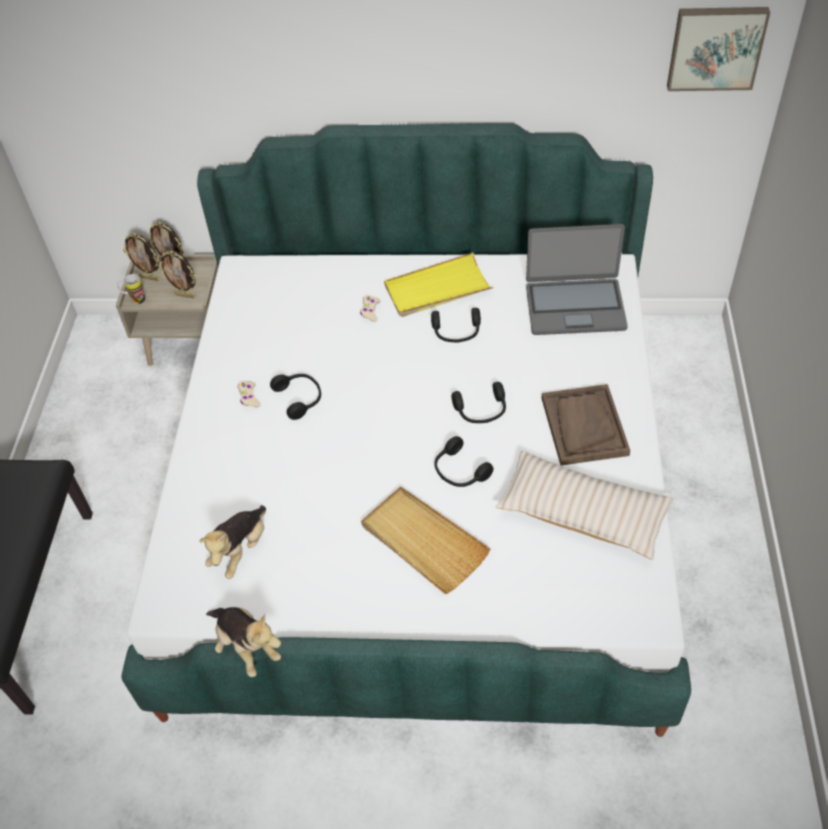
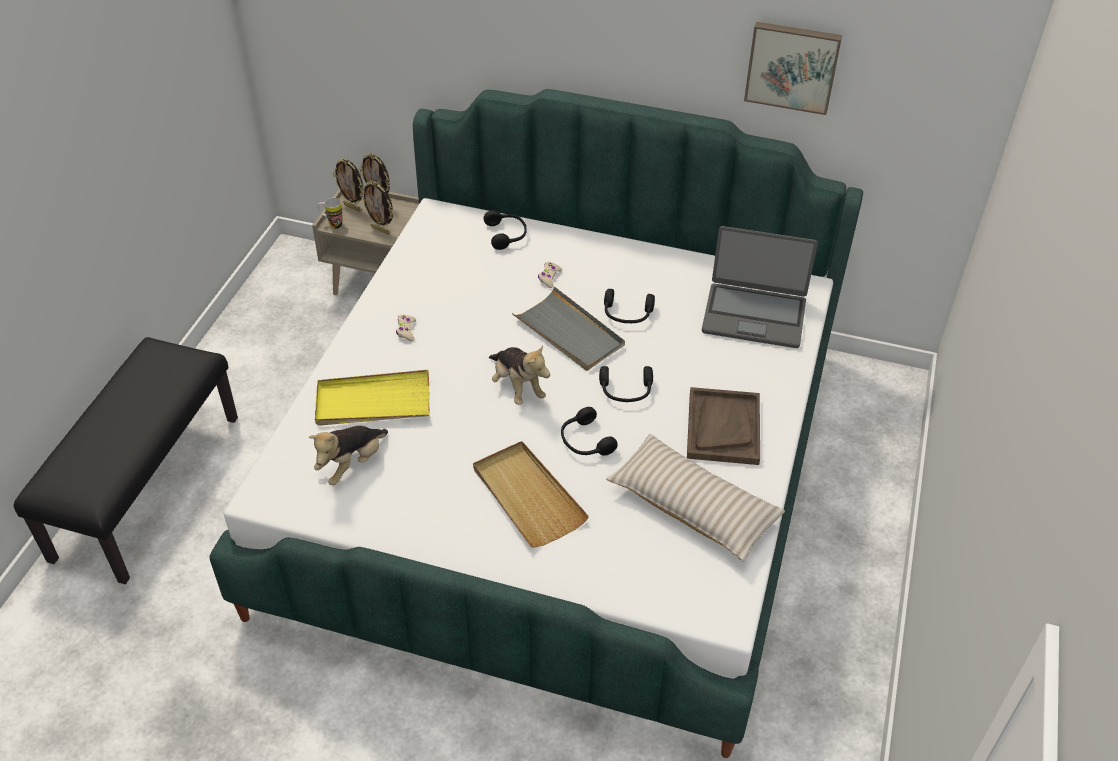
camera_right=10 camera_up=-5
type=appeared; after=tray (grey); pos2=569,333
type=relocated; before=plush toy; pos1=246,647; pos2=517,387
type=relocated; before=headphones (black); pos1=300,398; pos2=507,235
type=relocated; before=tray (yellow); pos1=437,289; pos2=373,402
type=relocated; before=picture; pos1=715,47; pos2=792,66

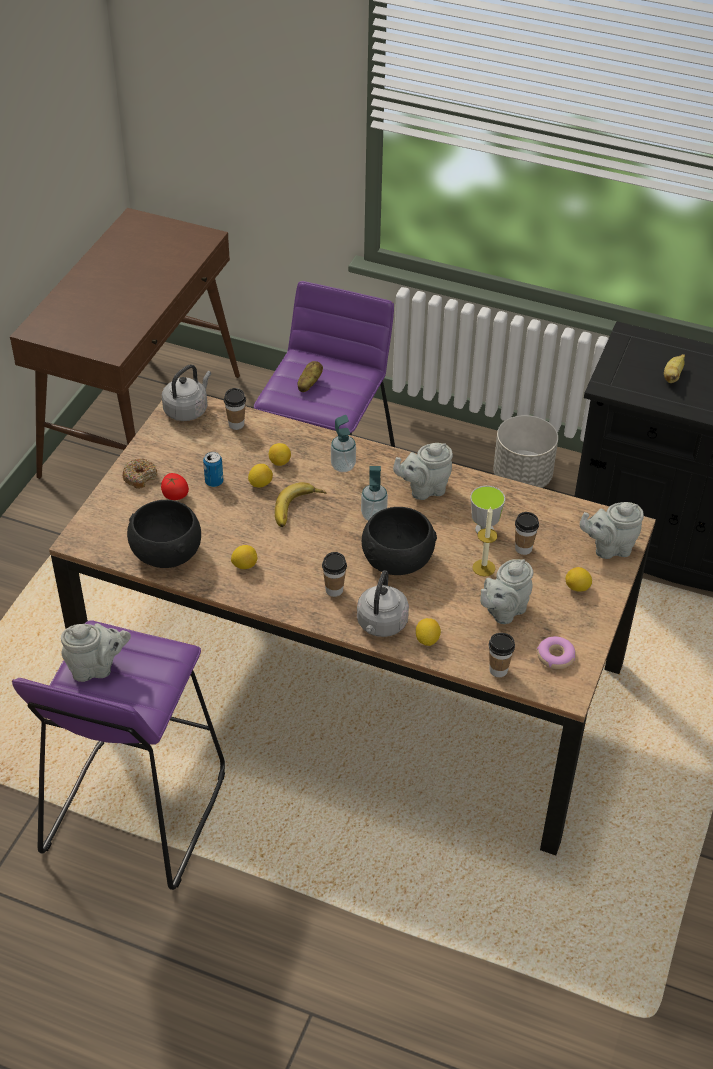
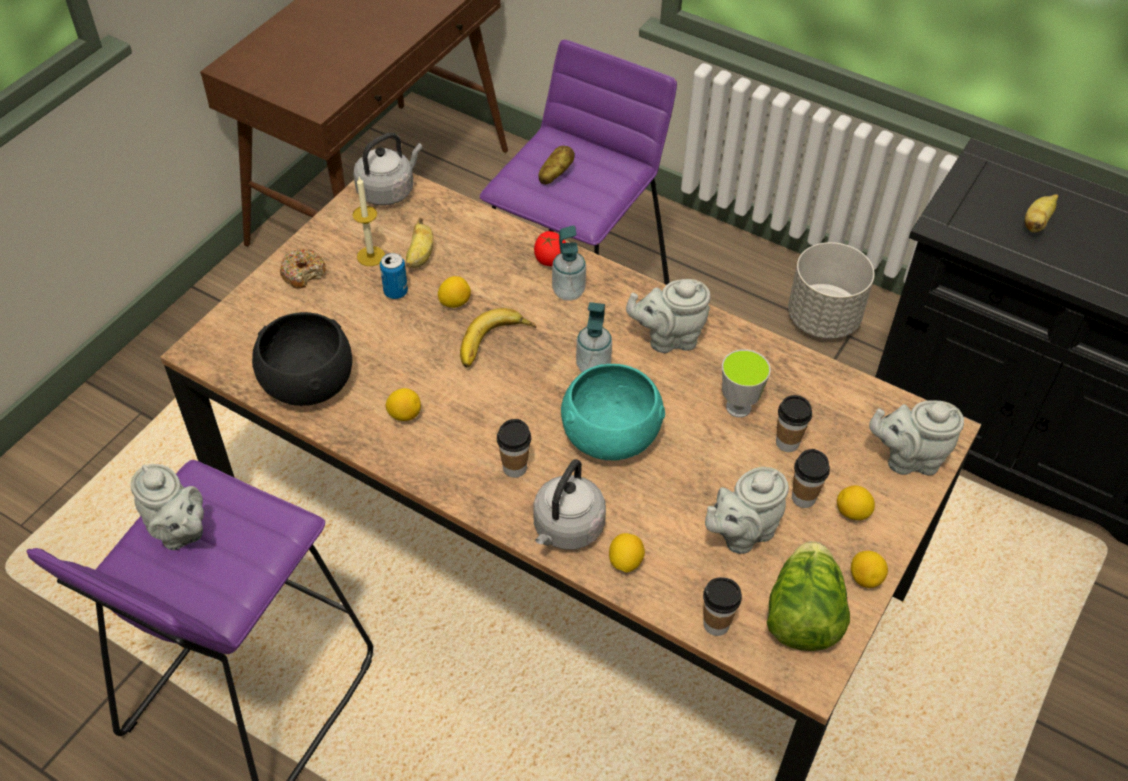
camera_right=10 camera_up=5
type=appeared; after=banana; pos2=420,256
type=relocated; before=tomato; pos1=175,495; pos2=550,260
type=relocated; before=cup; pos1=236,424; pos2=803,498
type=relocated; before=lemon; pos1=279,462; pos2=865,578
type=relocated; before=candle; pos1=483,568; pos2=371,256
type=exchanged; before=donut; after=lettuce; pos1=555,656; pos2=802,615
type=colour; before=bowl (black); after=bowl (turquoise); pos1=398,560; pos2=611,436
type=spun; before=teapot (grey); pos1=96,668; pos2=179,532; turn=45

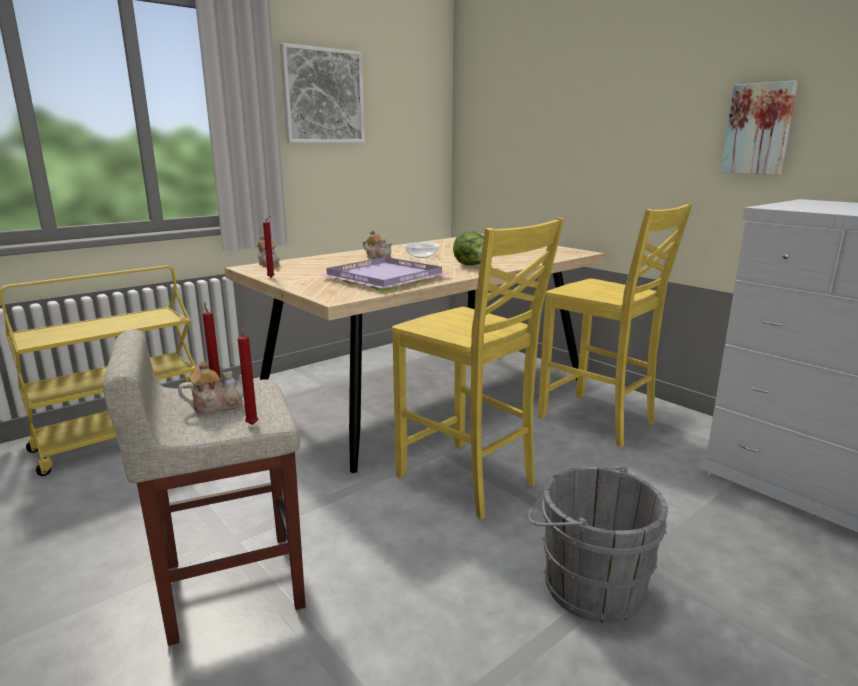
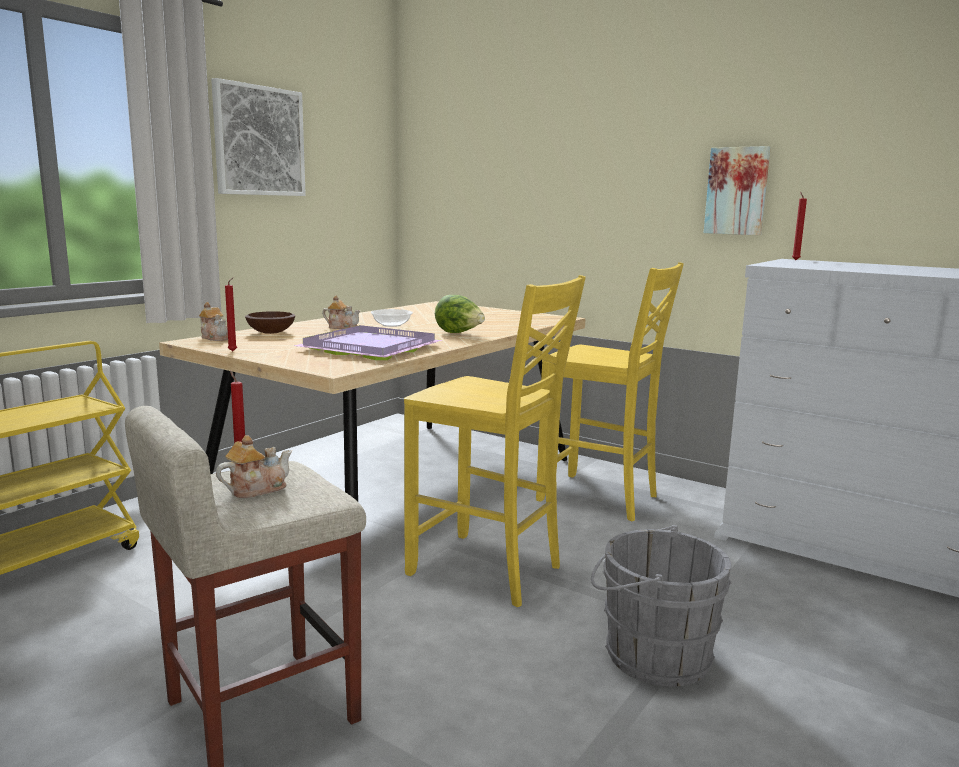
camera_right=-15 camera_up=-5
type=appeared; after=bowl (brown); pos2=271,332
type=relocated; before=candle (red); pos1=253,424; pos2=795,260

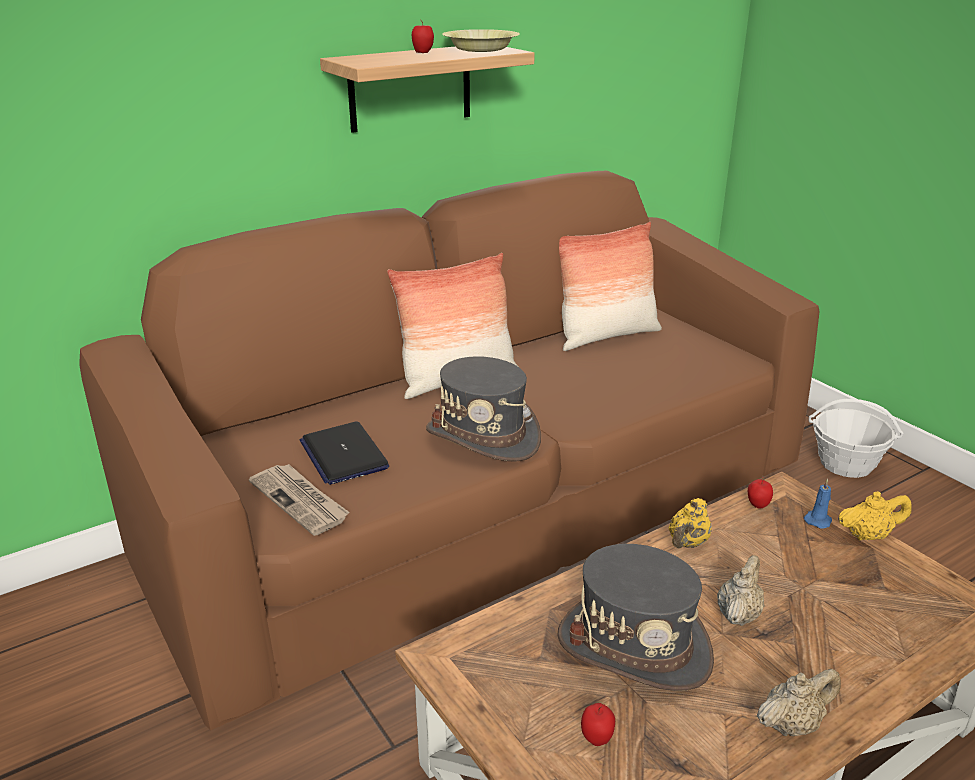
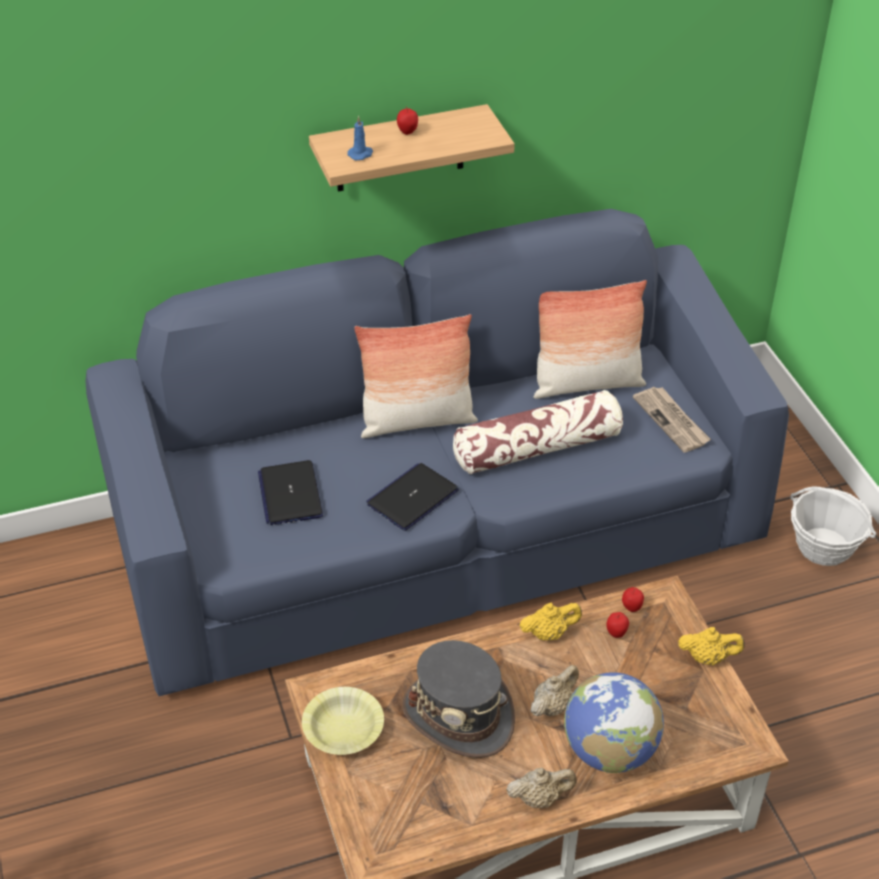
camera_right=15 camera_up=15
type=appeared; after=pillow; pos2=537,448
type=appeared; after=globe; pos2=609,750
type=relocated; before=newspaper; pos1=300,501; pos2=672,421
type=relocated; before=bowl (yellow); pos1=481,49; pos2=344,729
type=relocated; before=apple; pos1=596,738; pos2=616,633
type=relocated; before=candle (blue); pos1=818,520; pos2=361,154
type=exchanged; before=hat (grey); after=laptop; pos1=483,437; pos2=412,497
type=colour; before=sofa (brown); after=sofa (blue); pos1=486,512; pos2=438,535
type=spun; before=teapot (yellow); pos1=687,543; pos2=549,633; turn=-150

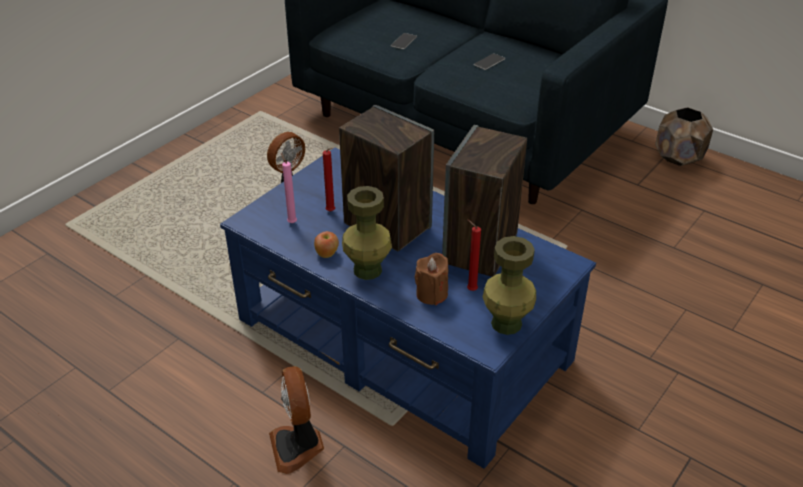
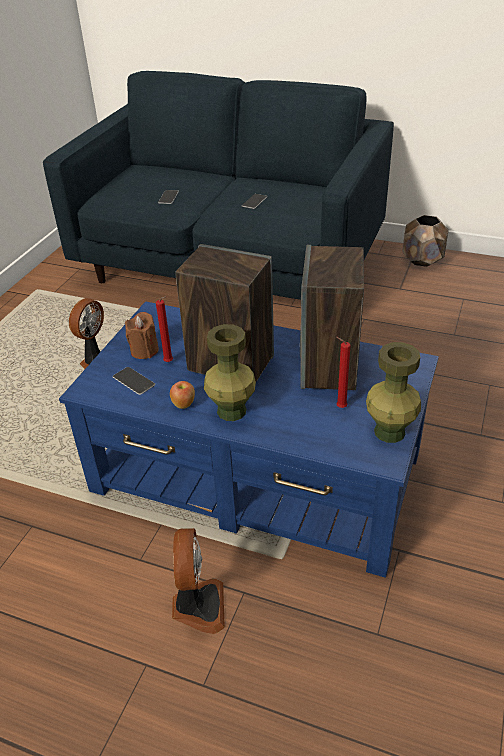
camera_right=-15 camera_up=0
type=relocated; before=candle (brown); pos1=432,294; pos2=144,350
type=exchanged; before=candle (pink); after=phone; pos1=291,222; pos2=133,381
type=spun; before=fan; pos1=298,446; pos2=198,606; turn=-150

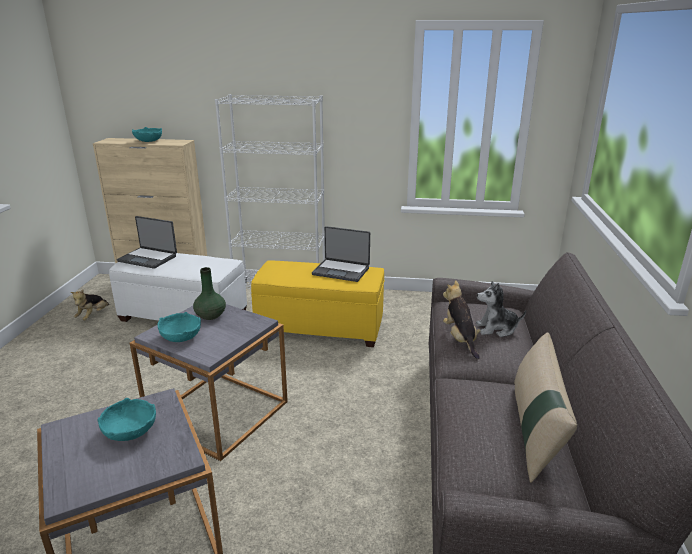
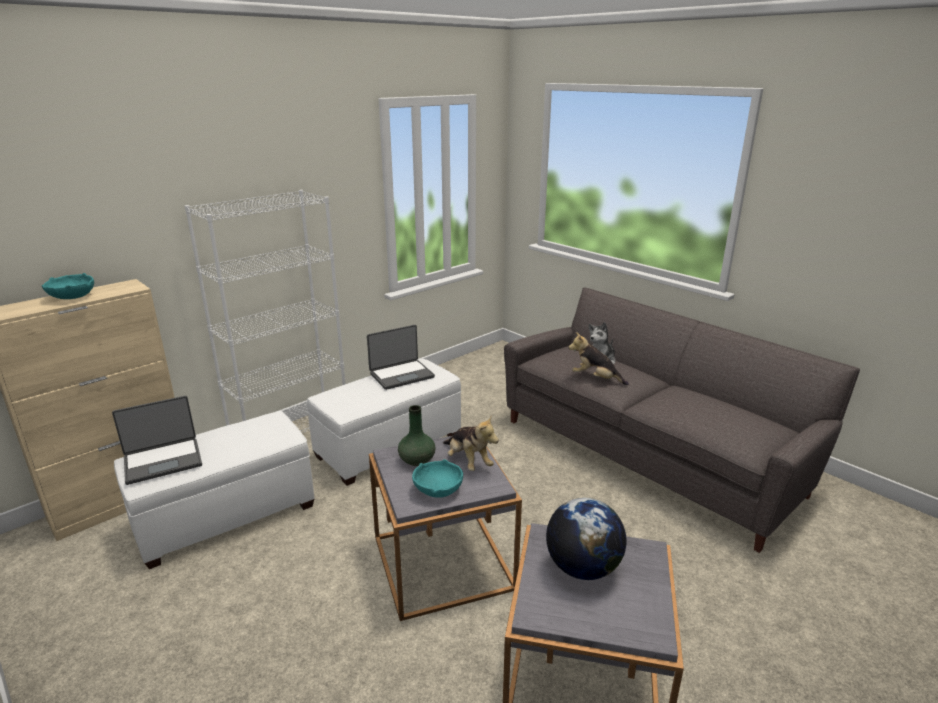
camera_right=-50 camera_up=0
type=missing; before=pillow (beige); pos1=535,430
type=relocated; before=plush toy; pos1=93,316; pos2=468,461
type=exchanged; before=bowl (turquoise); after=globe; pos1=131,431; pos2=582,568
type=colour; before=ottoman (yellow); after=ottoman (white); pos1=321,328; pos2=389,446

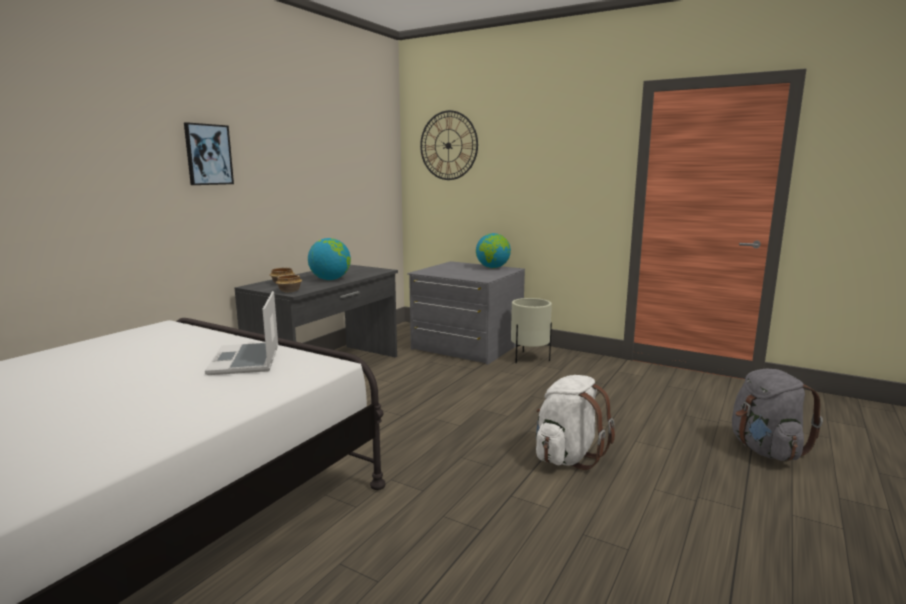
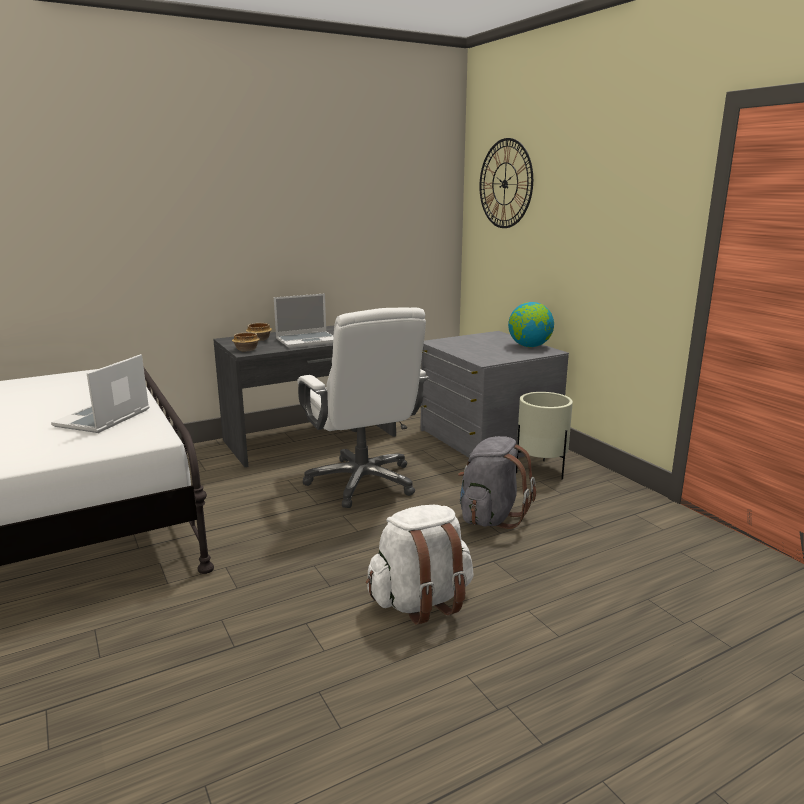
camera_right=30 camera_up=5
type=missing; before=picture; pos1=208,154
type=appeared; after=office chair (white); pos2=363,482
type=relocated; before=backpack (grey); pos1=765,450; pos2=490,517
type=exchanged; before=globe; after=laptop; pos1=330,279; pos2=308,341

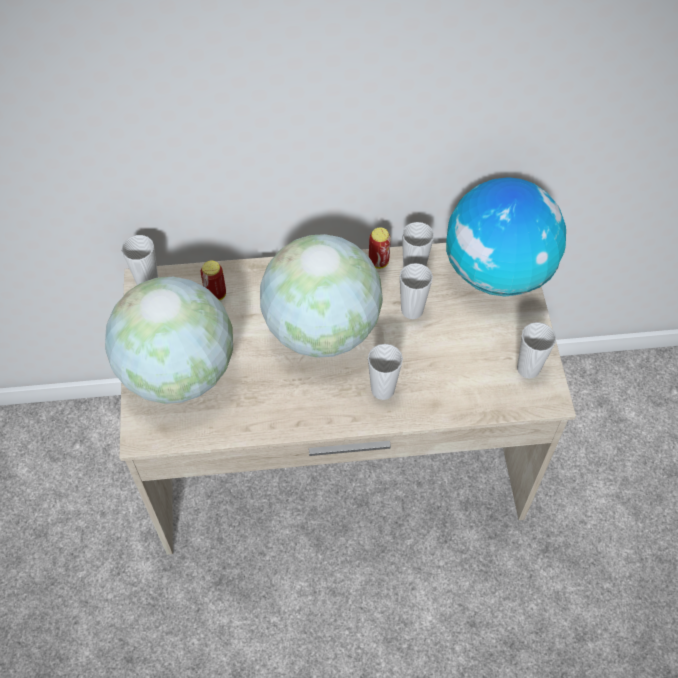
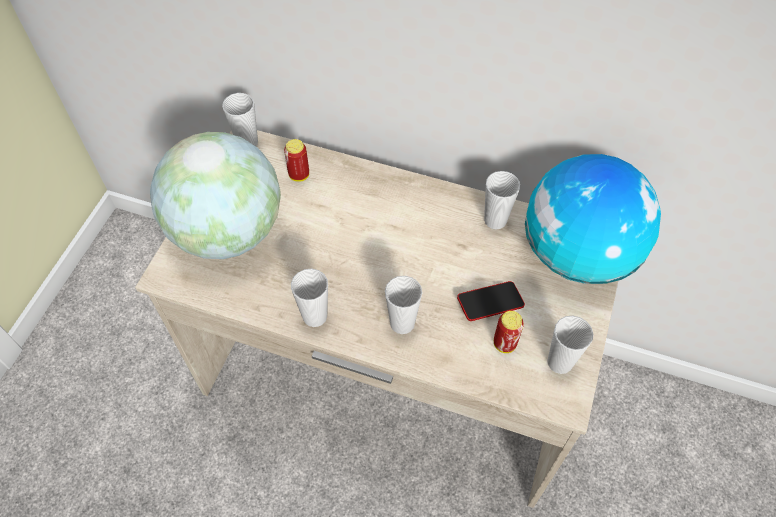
camera_right=25 camera_up=0
type=missing; before=globe; pos1=321,329
type=appeared; after=phone; pos2=490,303
type=relocated; before=can; pos1=378,262; pos2=504,343
type=relocated; before=cup; pos1=412,310; pos2=315,316

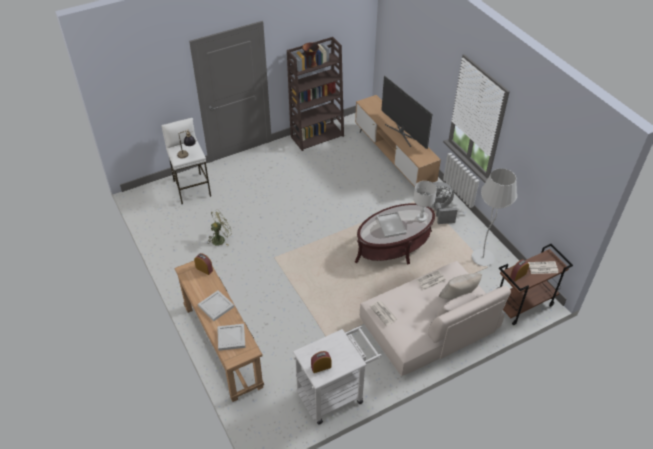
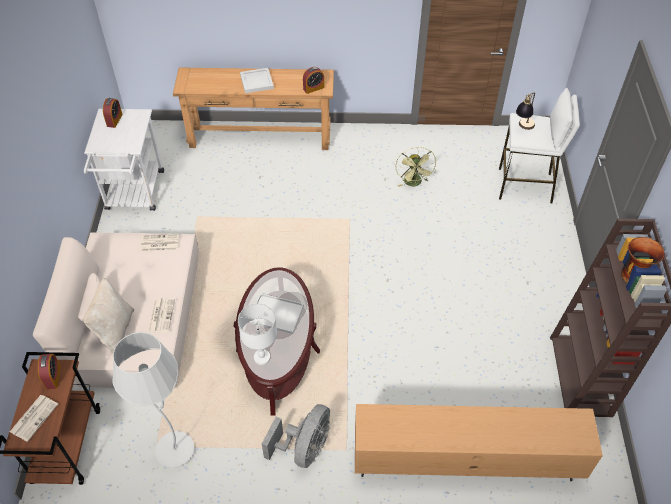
camera_right=120 camera_up=5
type=missing; before=tray (white); pos1=231,338
type=missing; before=television; pos1=403,133

